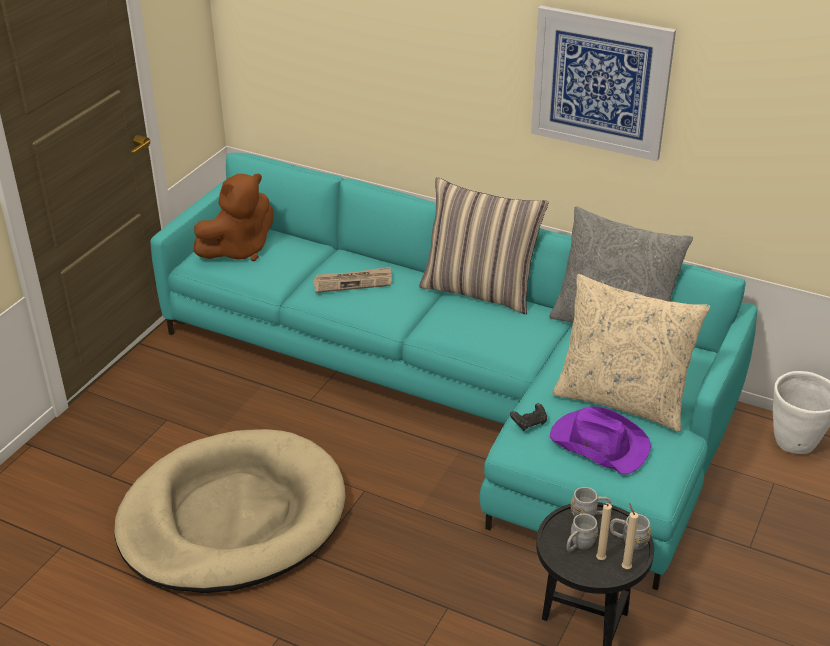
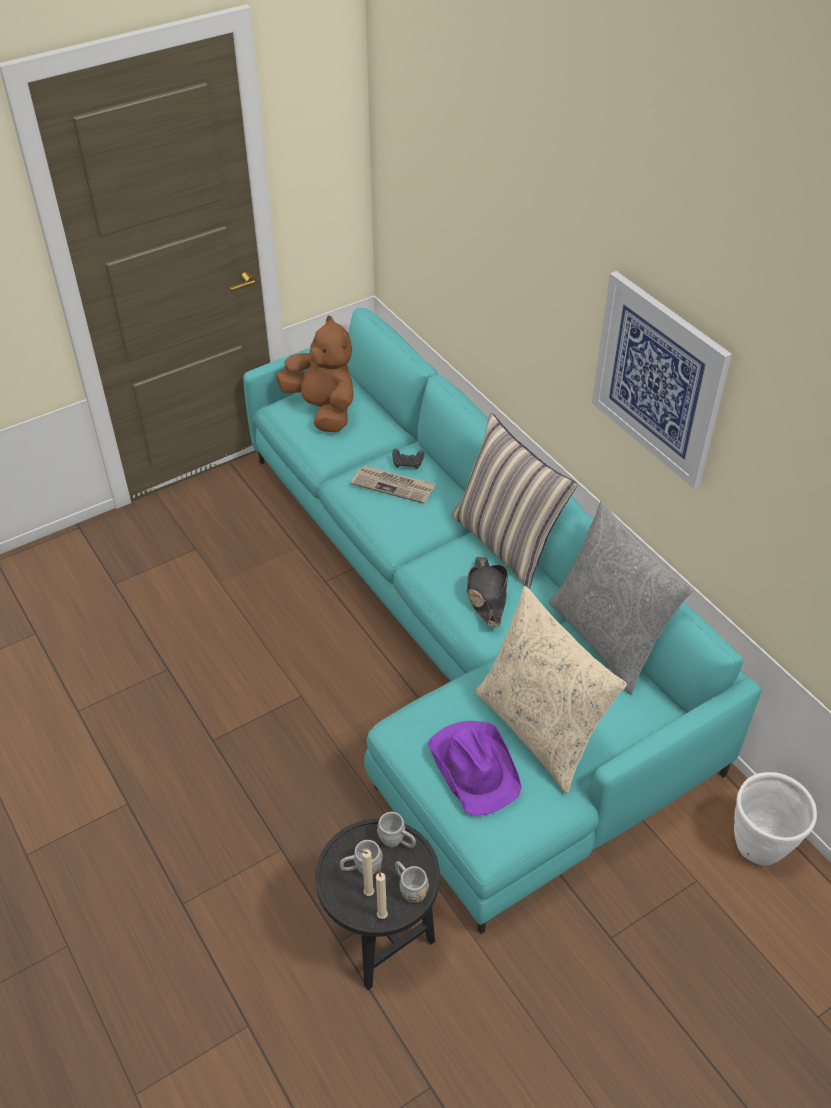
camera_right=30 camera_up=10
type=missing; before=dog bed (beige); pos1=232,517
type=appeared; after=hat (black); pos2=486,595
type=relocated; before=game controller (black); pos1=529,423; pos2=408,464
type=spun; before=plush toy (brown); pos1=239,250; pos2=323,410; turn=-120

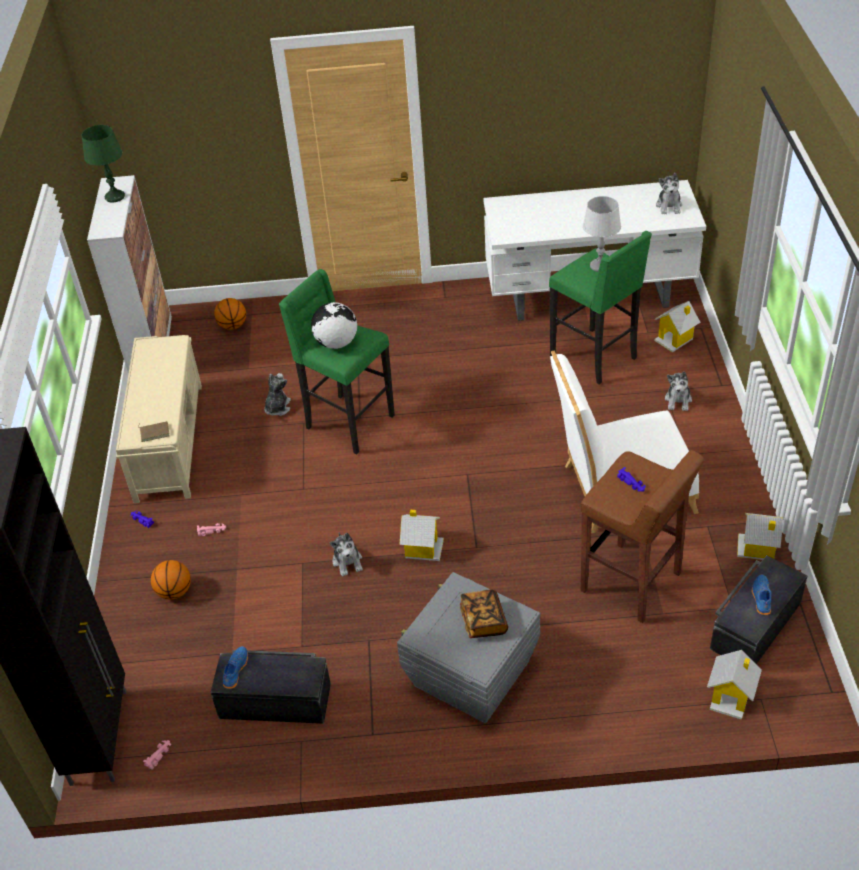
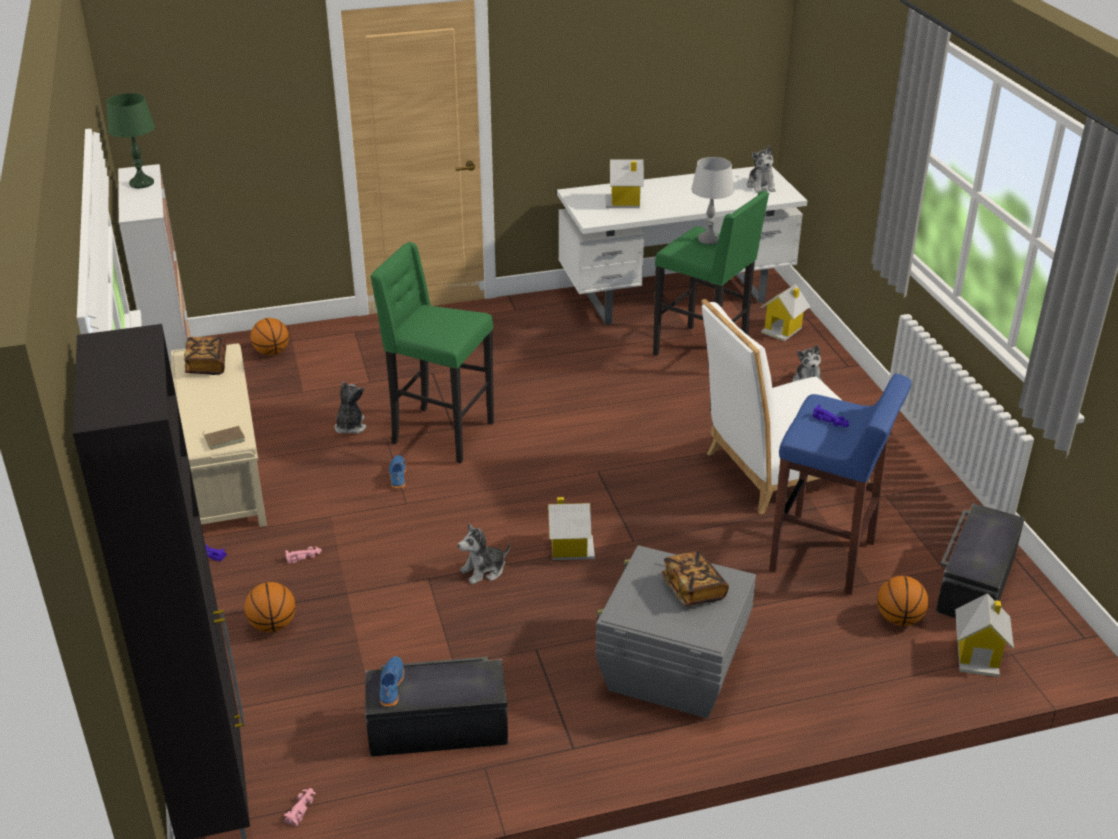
camera_right=-15 camera_up=-10
type=missing; before=globe; pos1=336,343
type=appeared; after=book; pos2=207,365
type=appeared; after=basketball; pos2=898,619
type=relocated; before=toy house; pos1=757,548; pos2=624,202
type=relocated; before=shoe (blue); pos1=761,598; pos2=397,476
type=colour; before=stool (brown); after=stool (blue); pos1=632,583; pos2=824,557
type=spun; before=plush toy; pos1=348,561; pos2=484,571; turn=90

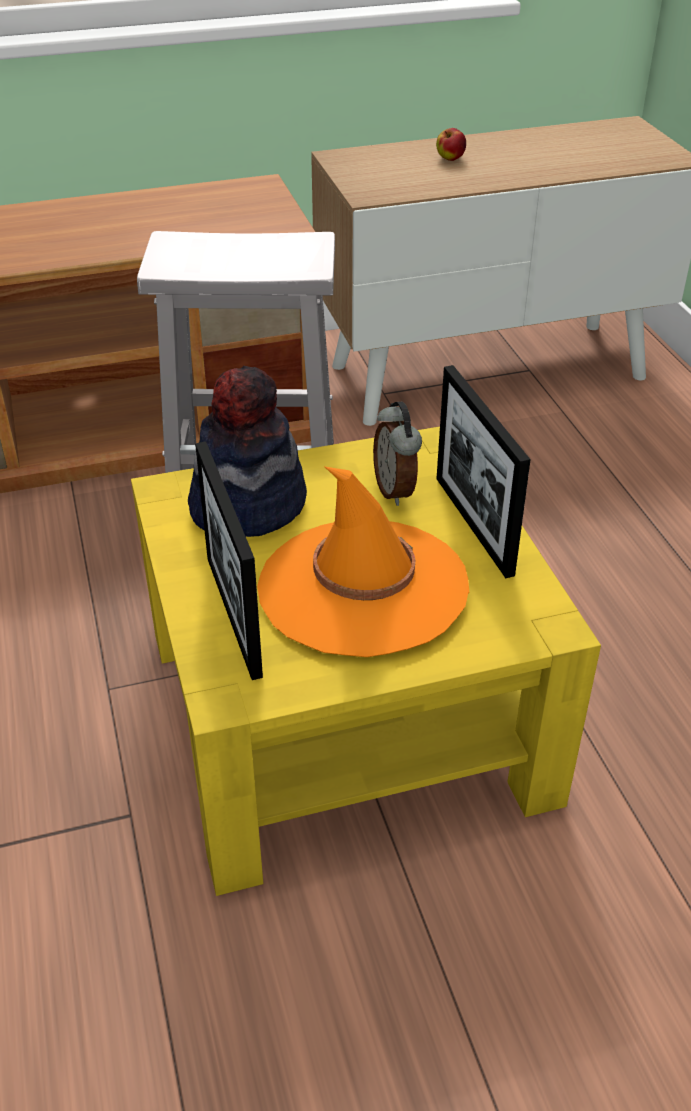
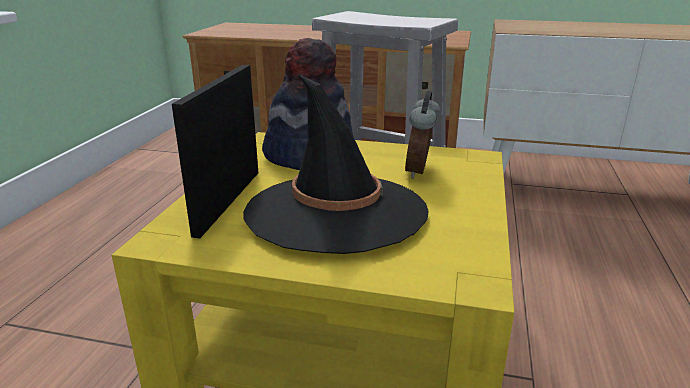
camera_right=30 camera_up=-15
type=missing; before=apple; pos1=450,159
type=missing; before=picture frame; pos1=473,525
type=colour; before=hat (orange); after=hat (black); pos1=362,586; pos2=335,211

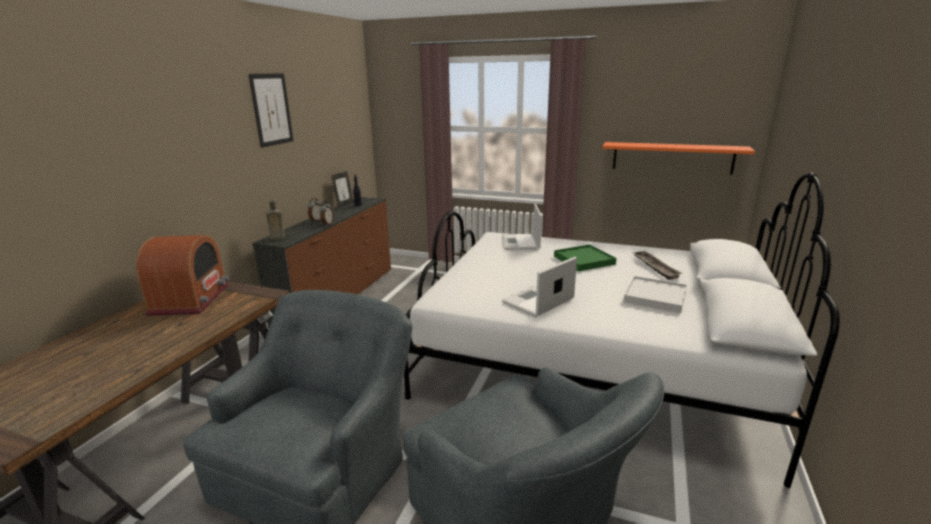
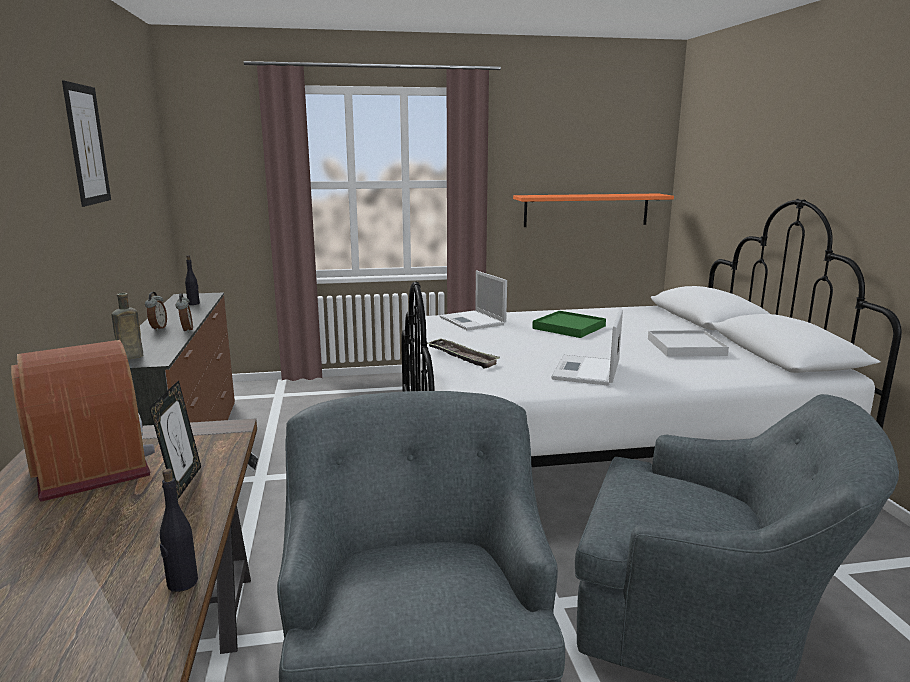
camera_right=-30 camera_up=-5
type=appeared; after=bottle (black); pos2=182,583
type=relocated; before=picture frame; pos1=344,203; pos2=183,483
type=relocated; before=tray; pos1=655,267; pos2=461,357

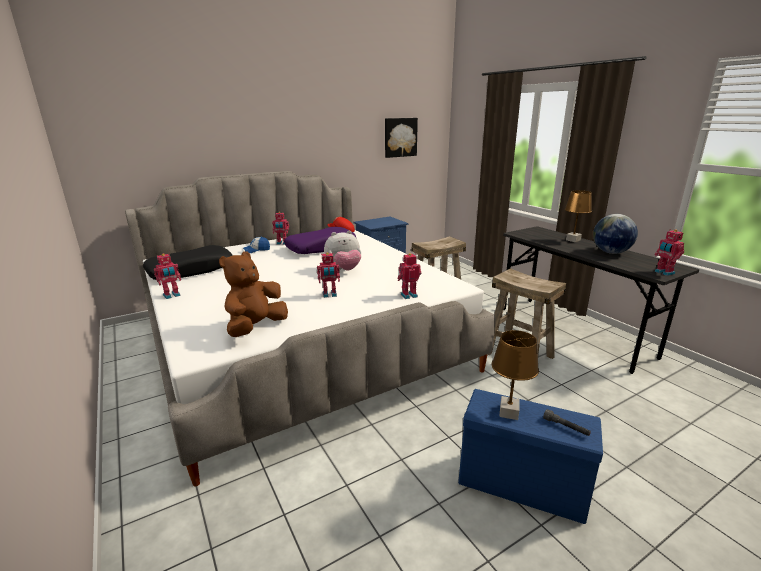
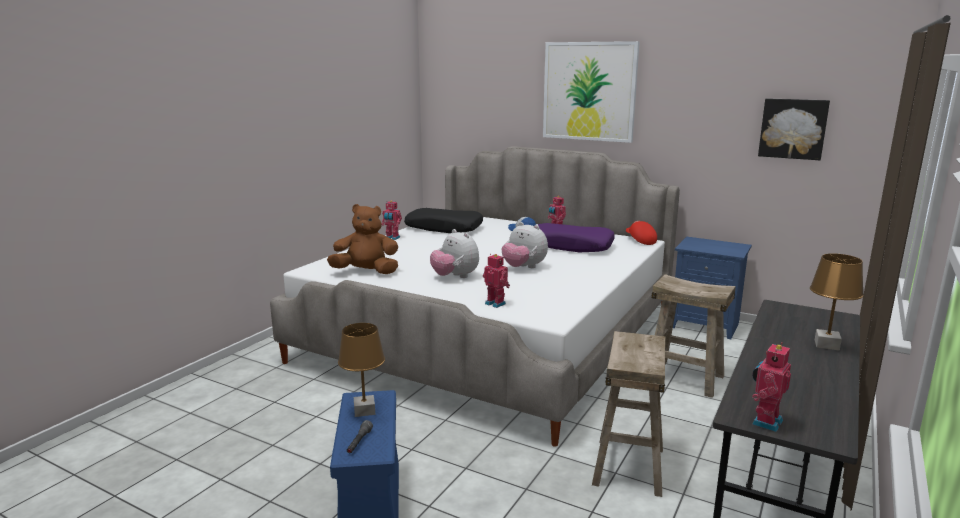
camera_right=60 camera_up=-5
type=missing; before=globe; pos1=610,252
type=appeared; after=picture; pos2=589,91
type=exchanged; before=toy robot; after=plush toy; pos1=329,295; pos2=455,277

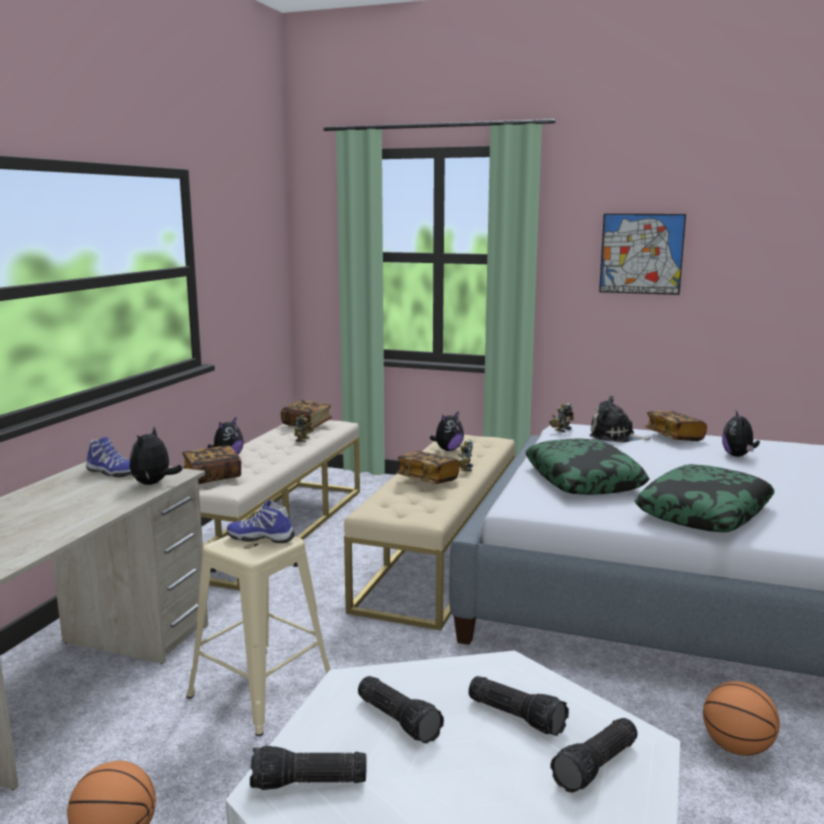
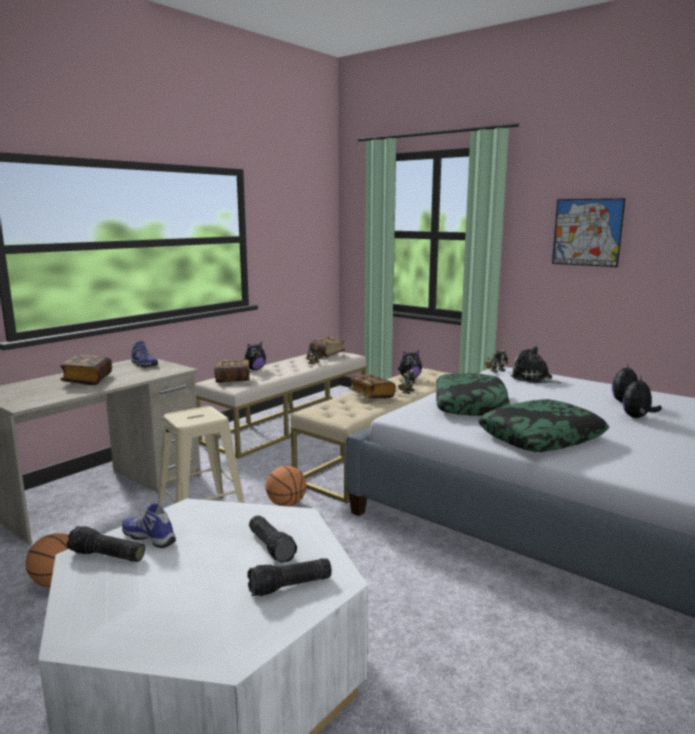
camera_right=20 camera_up=0
type=missing; before=flashlight; pos1=400,719
type=relocated; before=plush toy; pos1=154,483; pos2=637,417
type=relocated; before=shoe; pos1=261,538; pos2=150,537
type=relocated; before=book; pos1=674,437; pos2=87,380
type=relocated; before=basketball; pos1=737,748; pos2=286,504

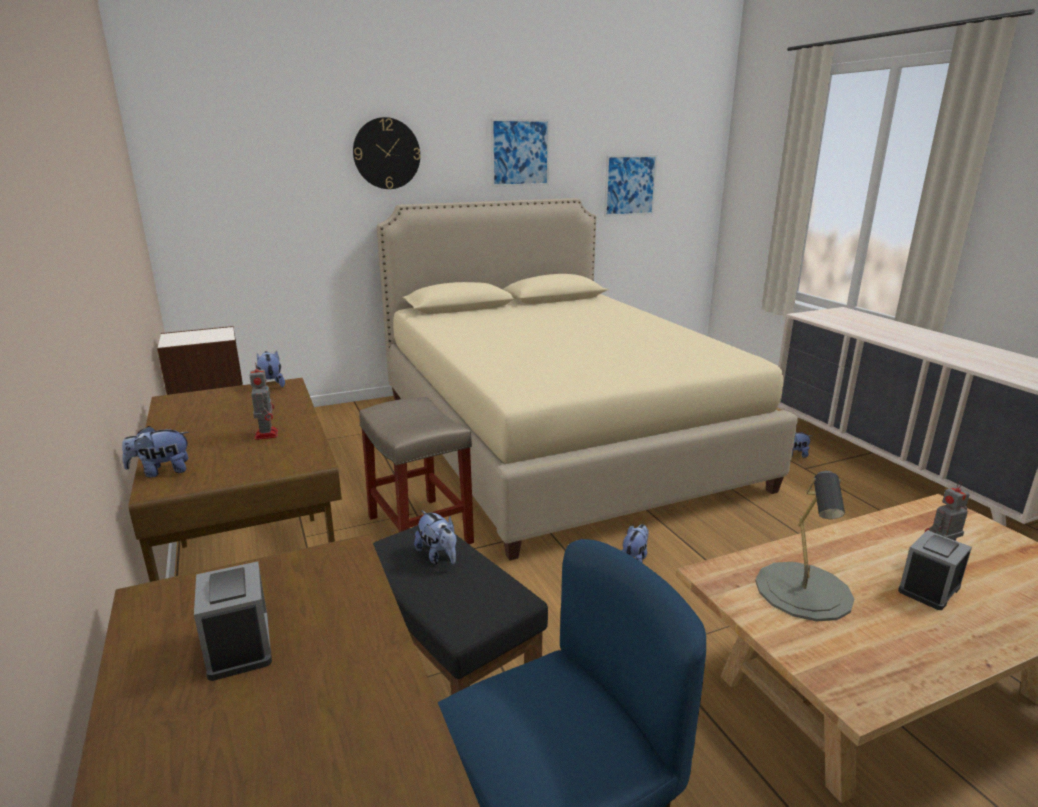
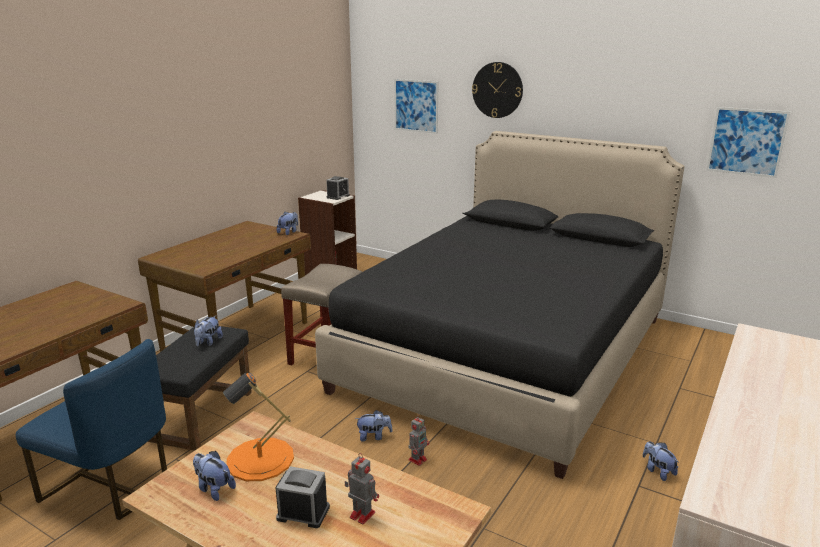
camera_right=55 camera_up=0
type=relocated; before=plush toy; pos1=161,471; pos2=214,489
type=relocated; before=alarm clock; pos1=239,645; pos2=338,196
type=relocated; before=toy robot; pos1=266,434; pos2=418,459
type=relocated; before=picture; pos1=520,152; pos2=416,106
type=colour; before=bed (beige); after=bed (black); pos1=556,438; pos2=507,353
type=colour; before=table lamp (grey); after=table lamp (orange); pos1=803,591; pos2=260,459

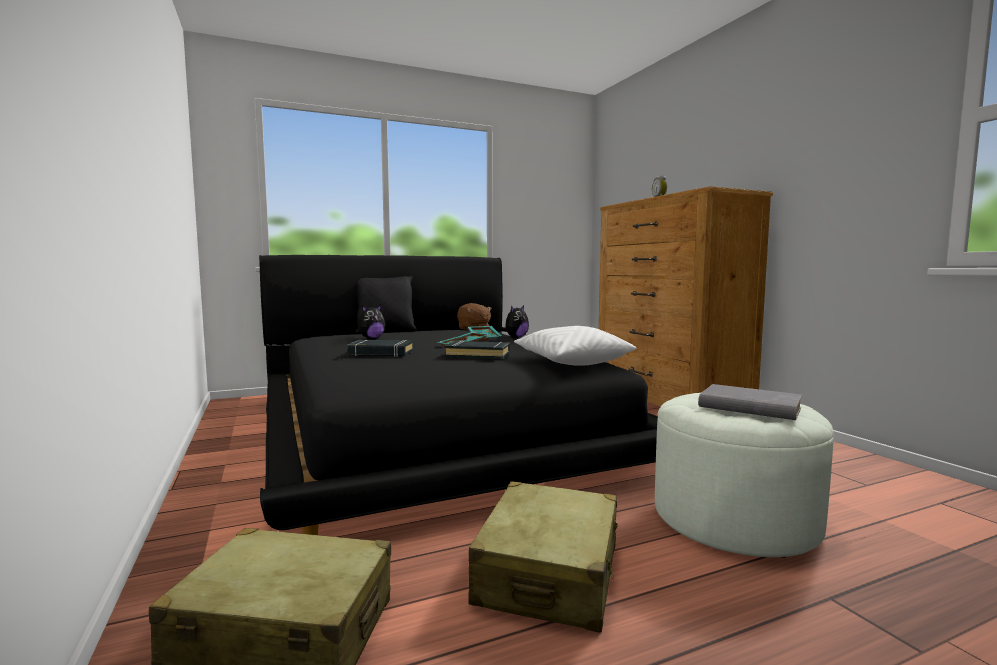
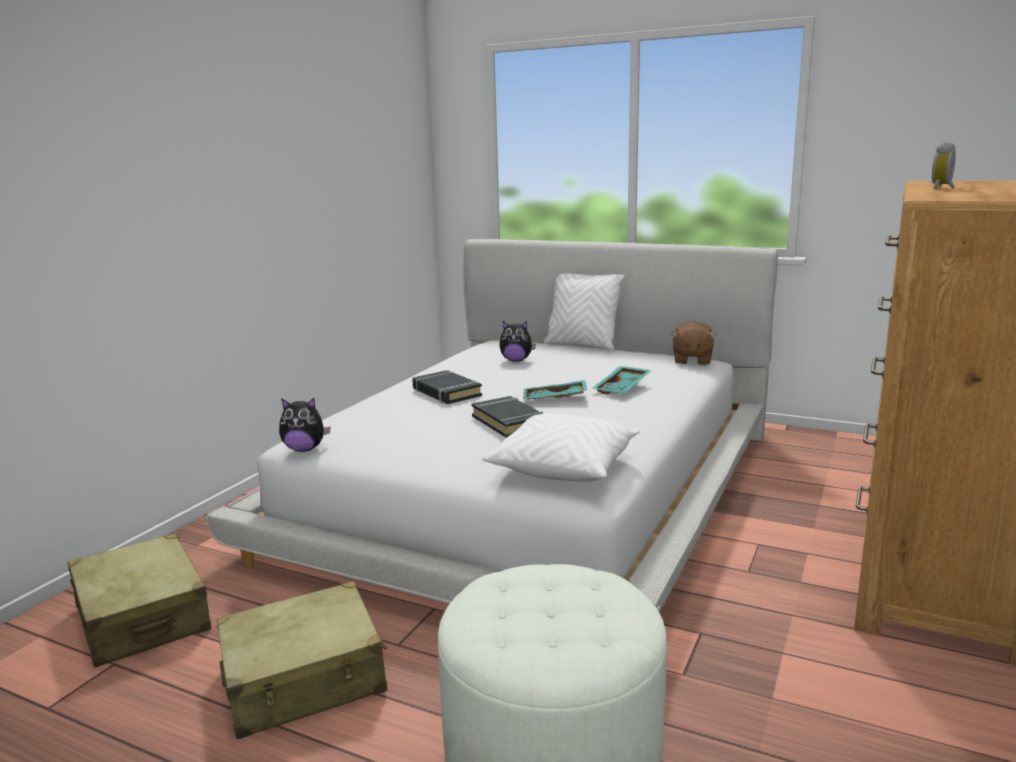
camera_right=50 camera_up=10
type=missing; before=book (grey); pos1=748,407
type=relocated; before=plush toy; pos1=515,338; pos2=304,449
type=colour; before=bed (black); after=bed (white); pos1=432,429; pos2=534,488
type=colour; before=pillow (black); after=pillow (white); pos1=385,331; pos2=582,345

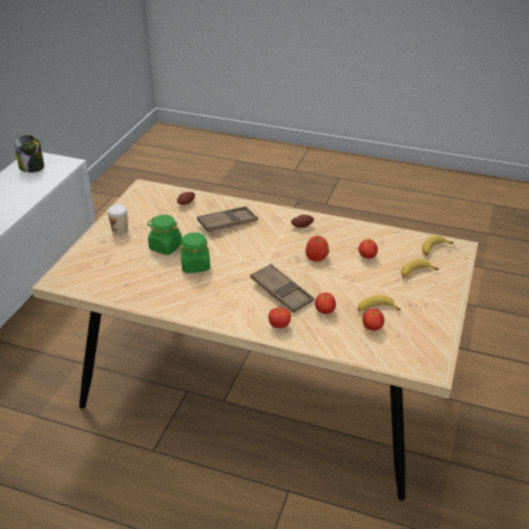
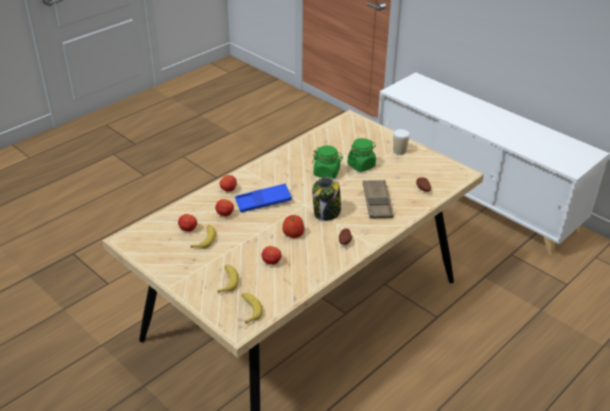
camera_right=115 camera_up=0
type=relocated; before=jar; pos1=32,167; pos2=327,213
type=colour; before=tray (brown); after=tray (blue); pos1=281,292; pos2=263,202

